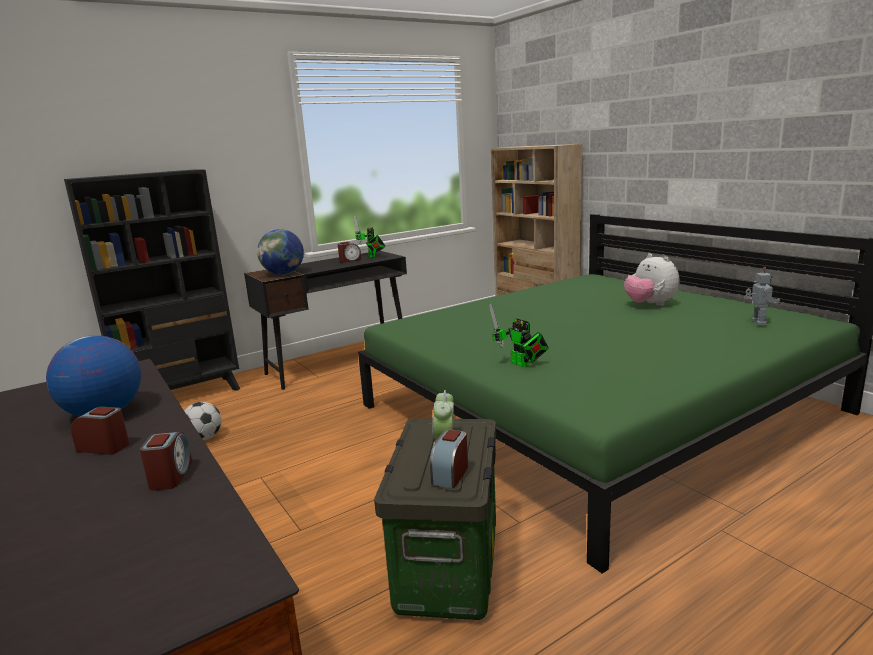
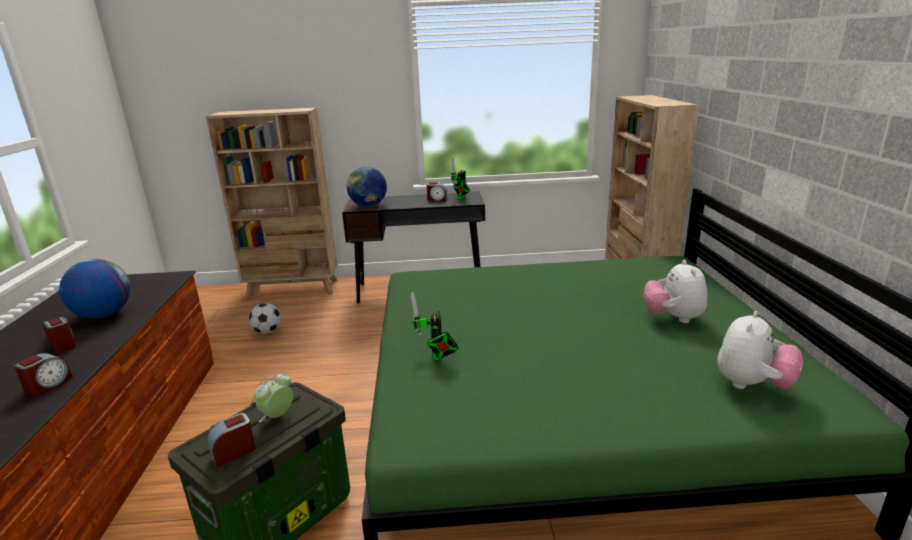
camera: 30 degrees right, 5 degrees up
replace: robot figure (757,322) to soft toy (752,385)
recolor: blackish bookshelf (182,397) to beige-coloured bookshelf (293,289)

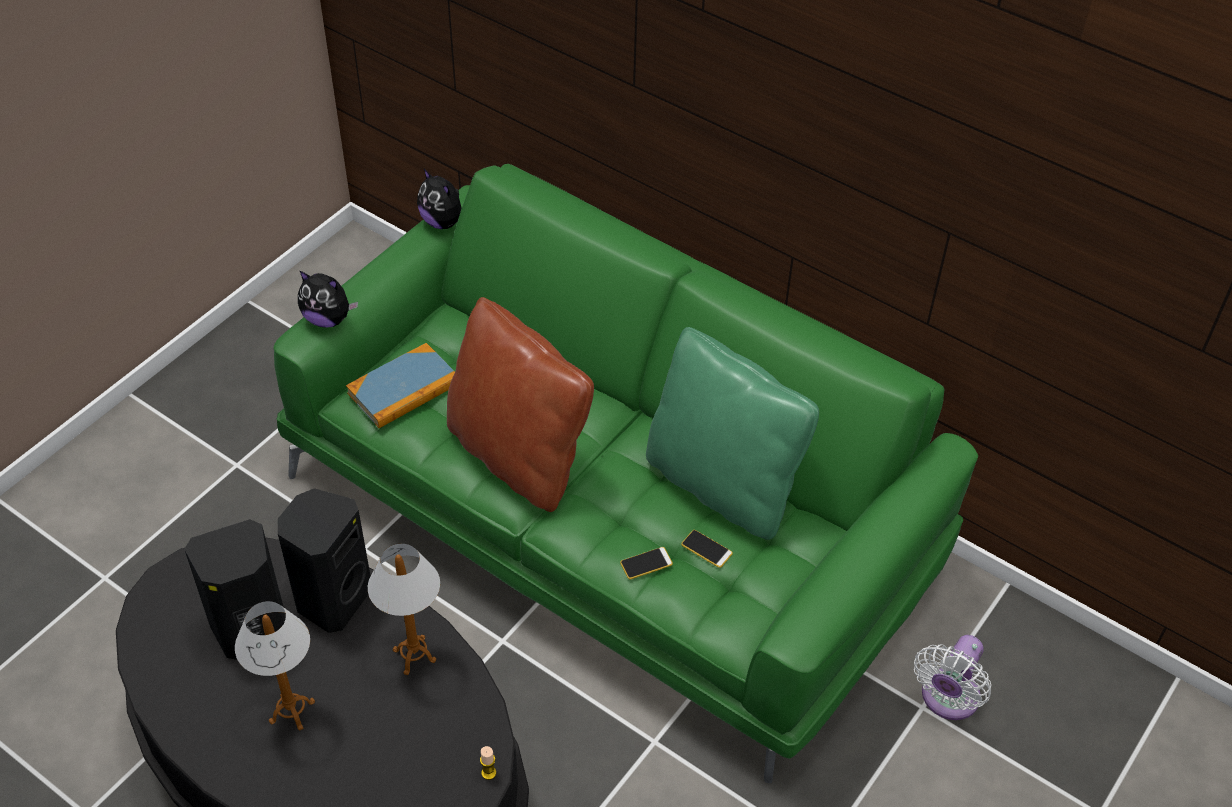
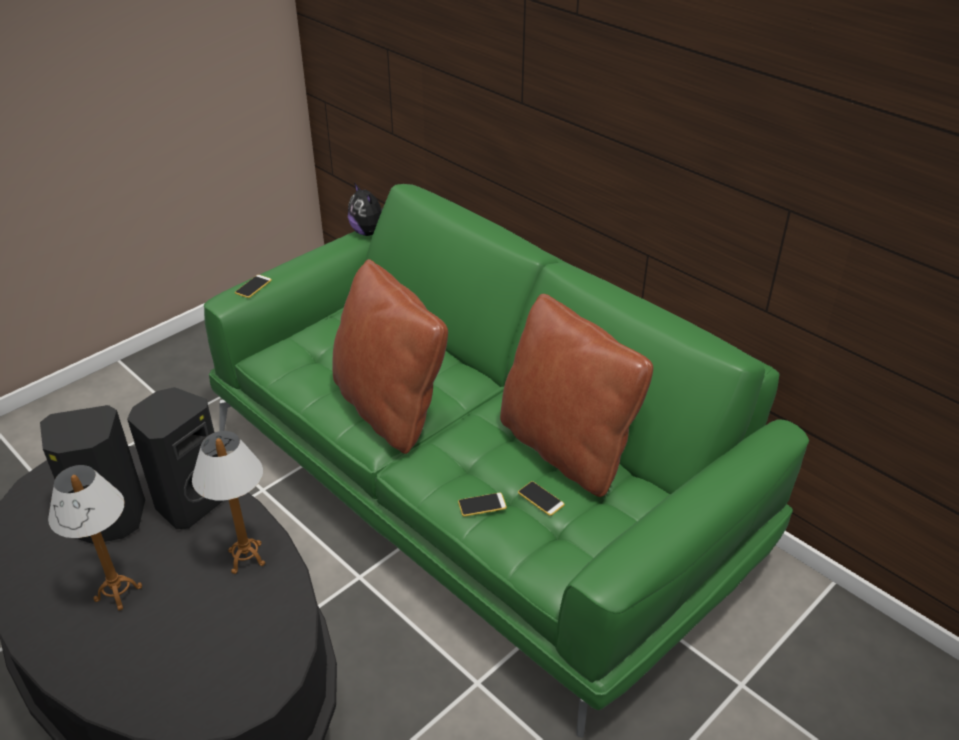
camera: 10 degrees right, 10 degrees down
delete: book (404,389); white electric fan (947,699); candle (488,773)
replace: soft toy (328,319) to phone (253,286)
recolor: greenish pillow (722,484) to brown-coloured pillow (566,448)

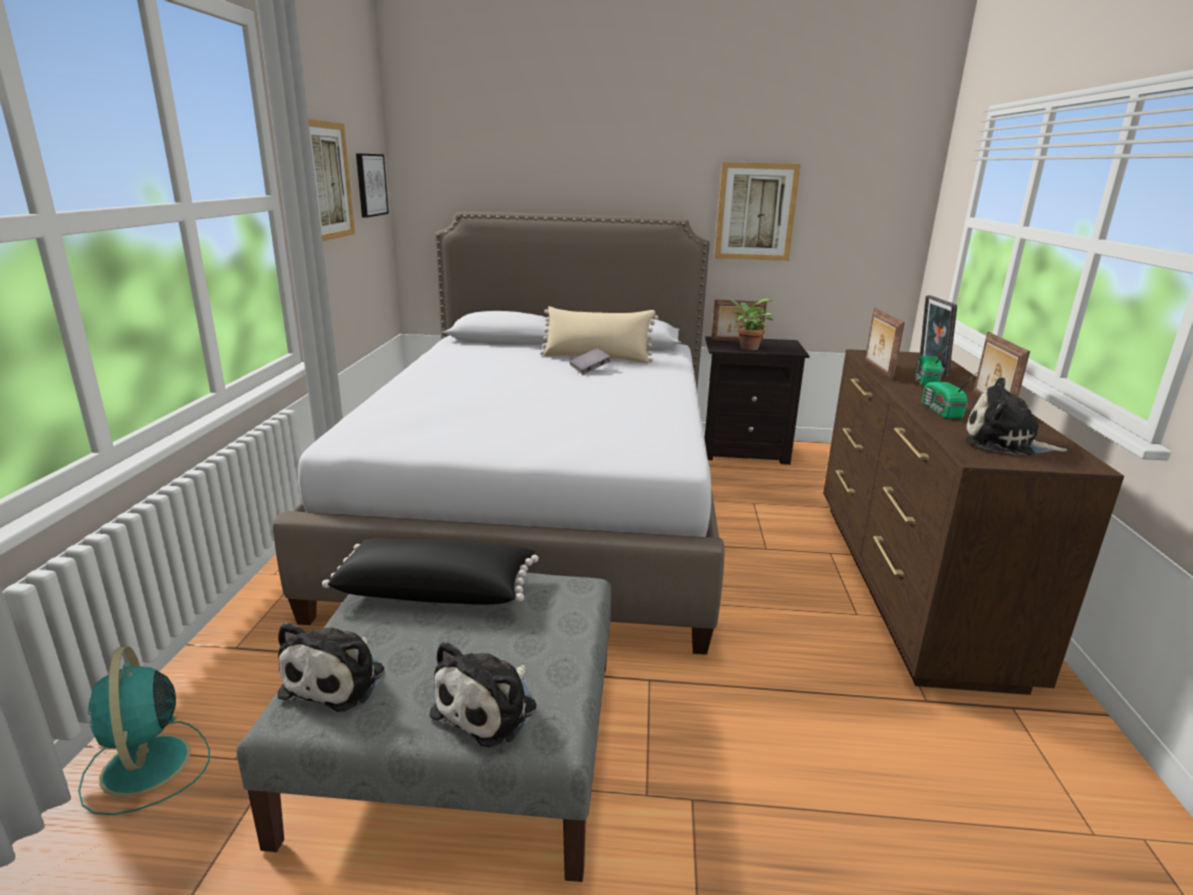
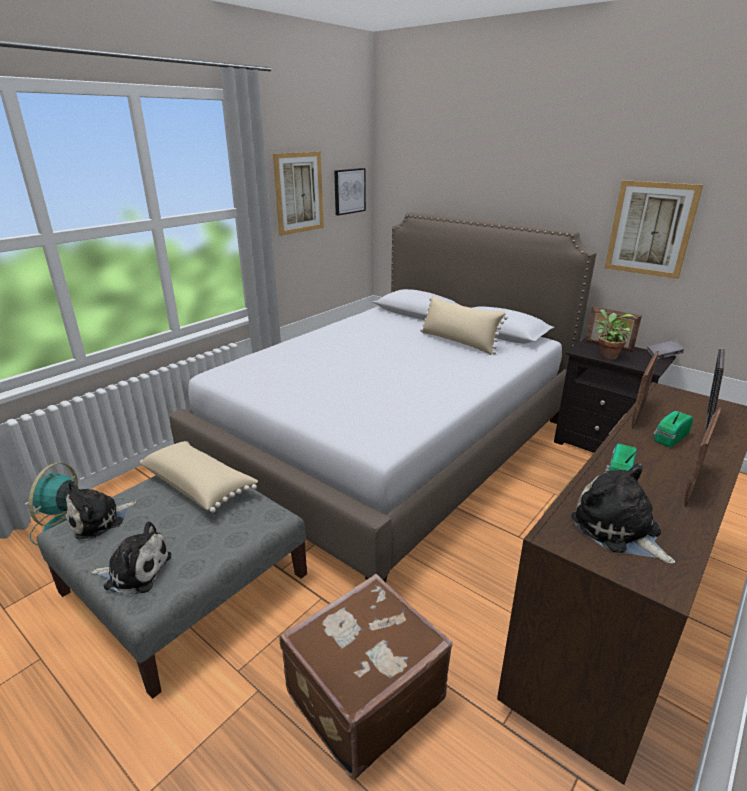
camera: 35 degrees right, 5 degrees up
insert: brown-coloured piece of luggage (362,695)
move: gray book (589,370) to (663,356)
recolor: blackish pillow (436,590) to beige-coloured pillow (200,486)
rotate: soft toy (490,708) = (135,571) 150 degrees counterclockwise

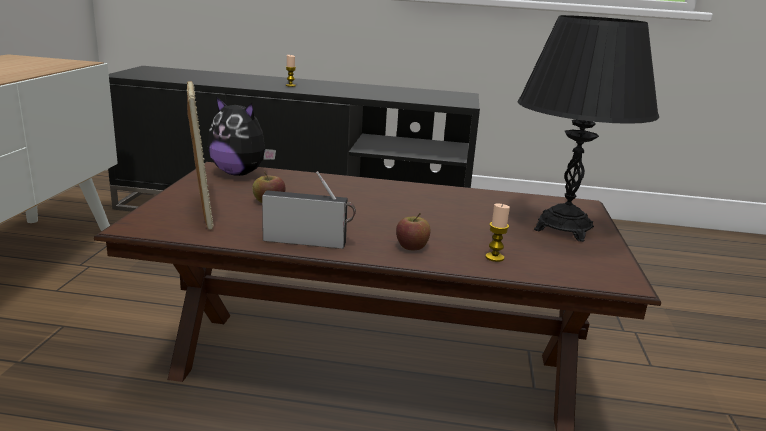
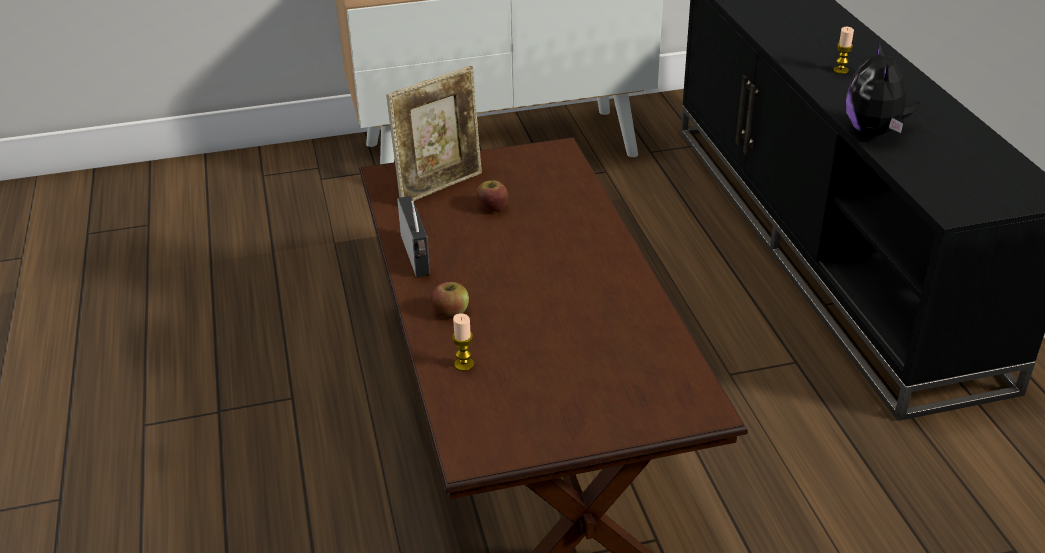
camera: 70 degrees right, 15 degrees up
delete: blackish table lamp (564,228)
move: soft toy (240,173) to (874,132)

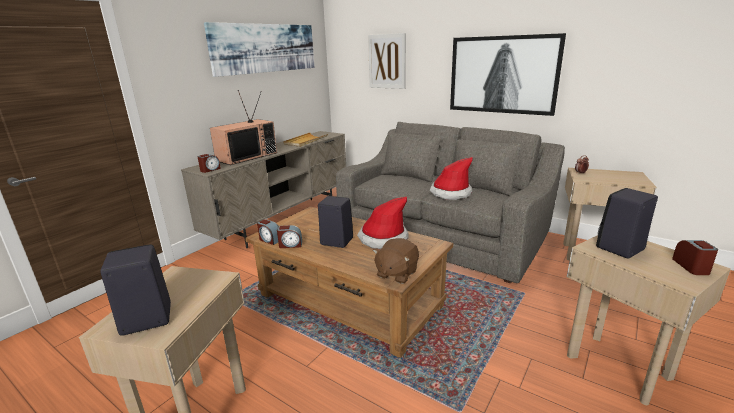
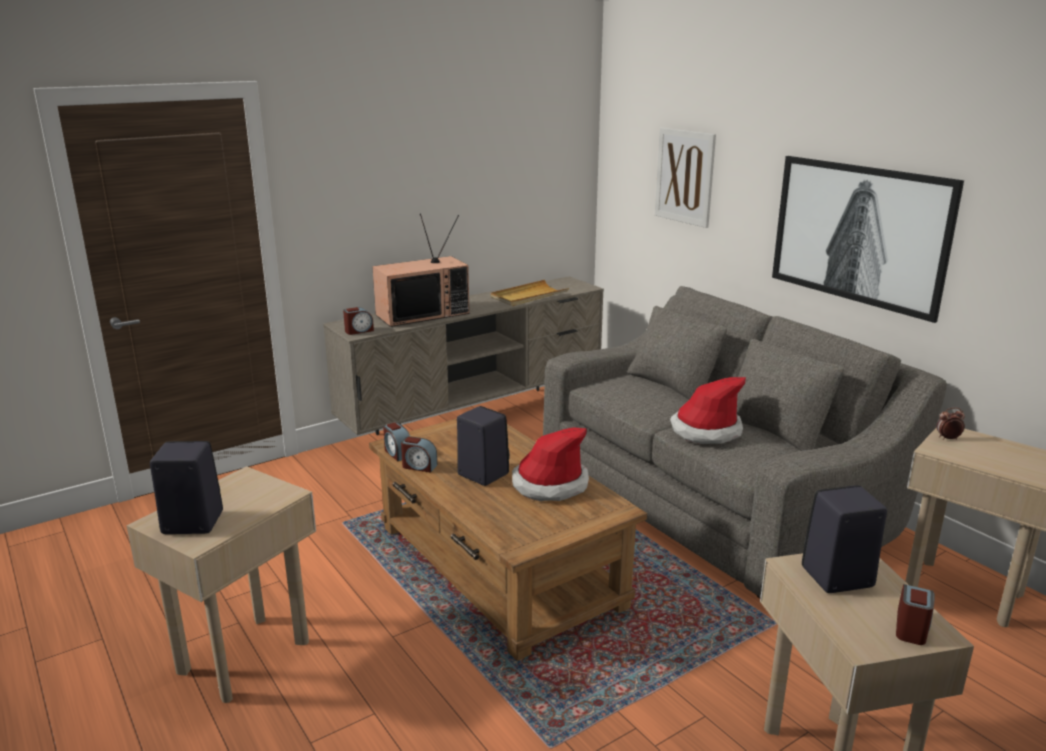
camera: 20 degrees right, 0 degrees up
delete: wall art (266,48); brown-coloured soft toy (396,273)

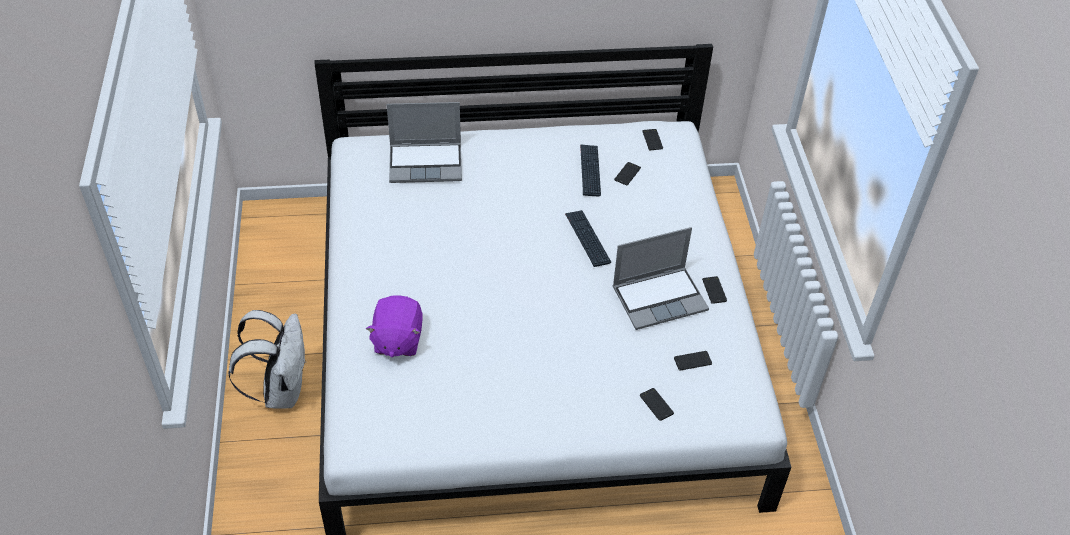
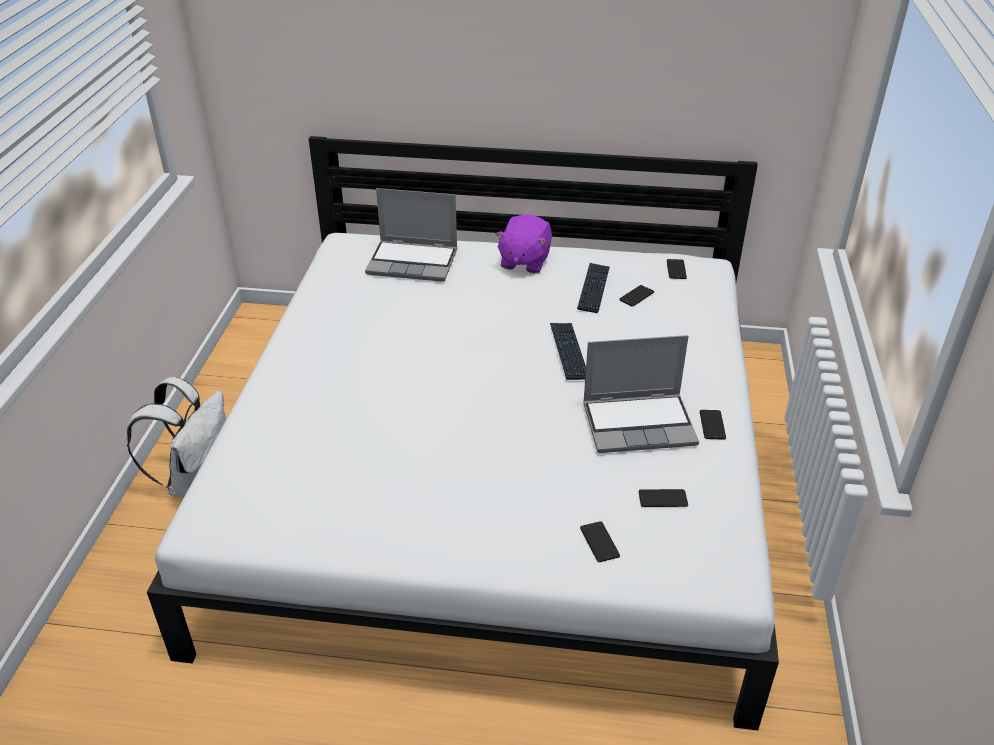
camera: 15 degrees right, 10 degrees down
move: purple-coloured soft toy (397,340) to (524,261)

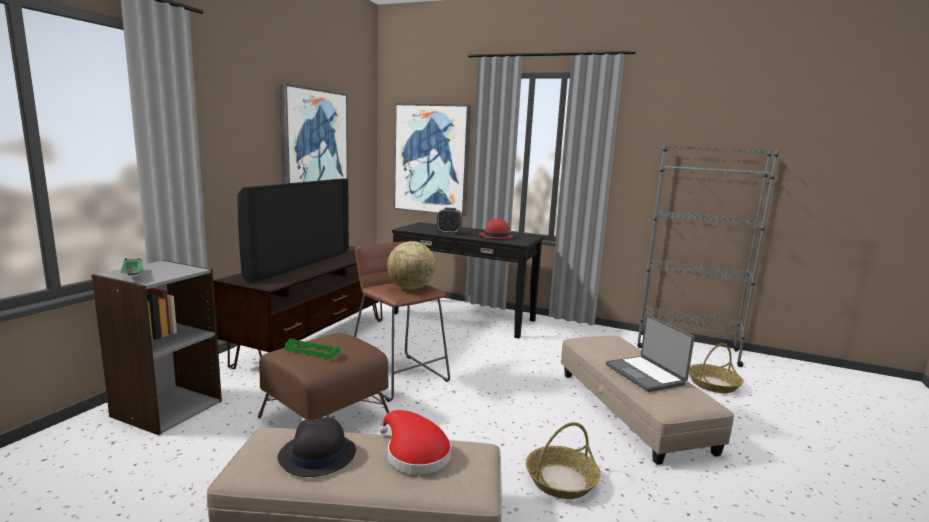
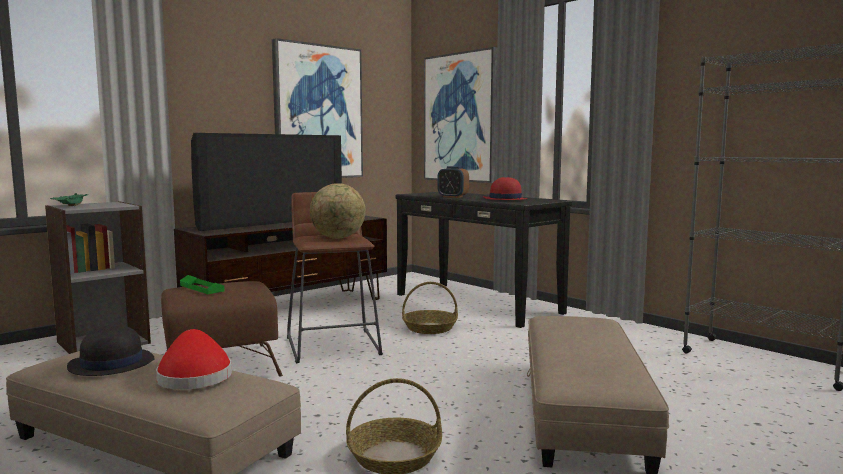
camera: 25 degrees right, 5 degrees down
delete: notebook computer (646,374)
move: household basket (713,384) to (430,328)

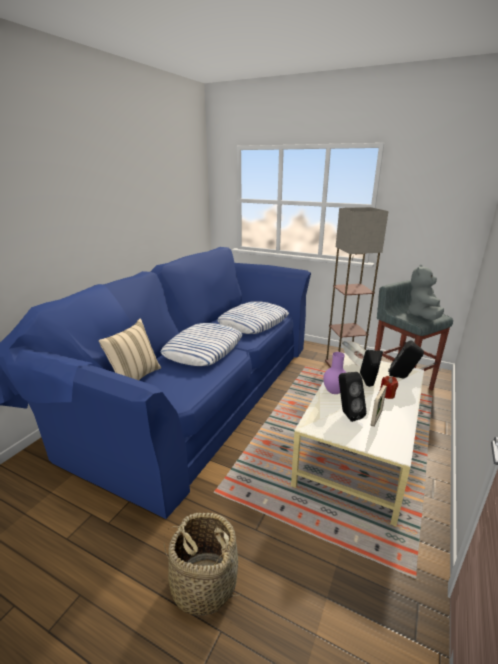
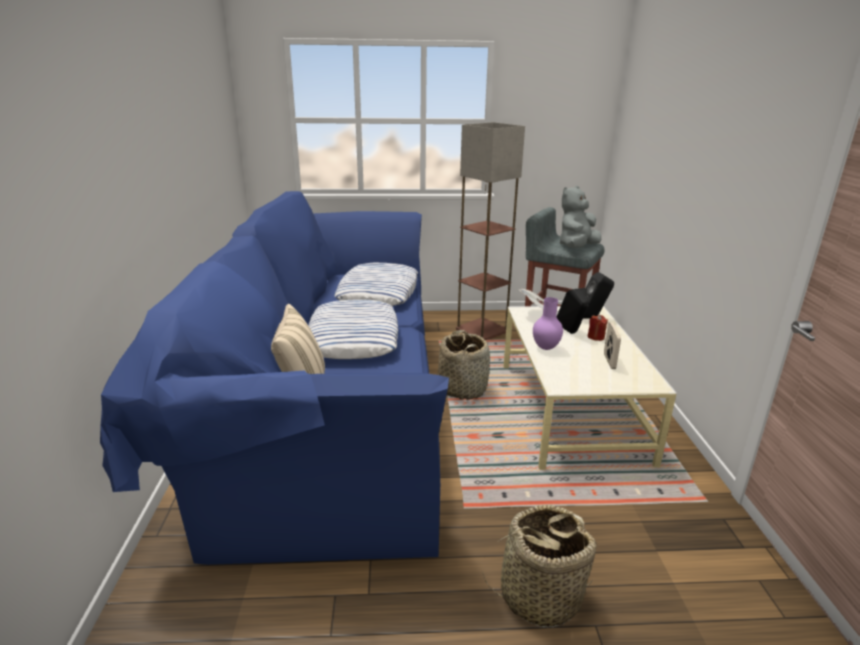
camera: 30 degrees left, 0 degrees up
delete: blackish speaker (347,414)
insert: household basket (462,388)
rotate: gray soft toy (423,316) = (577,247) 45 degrees clockwise

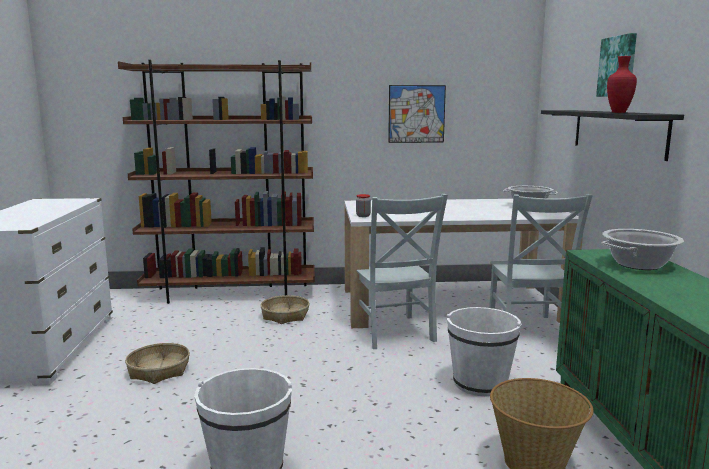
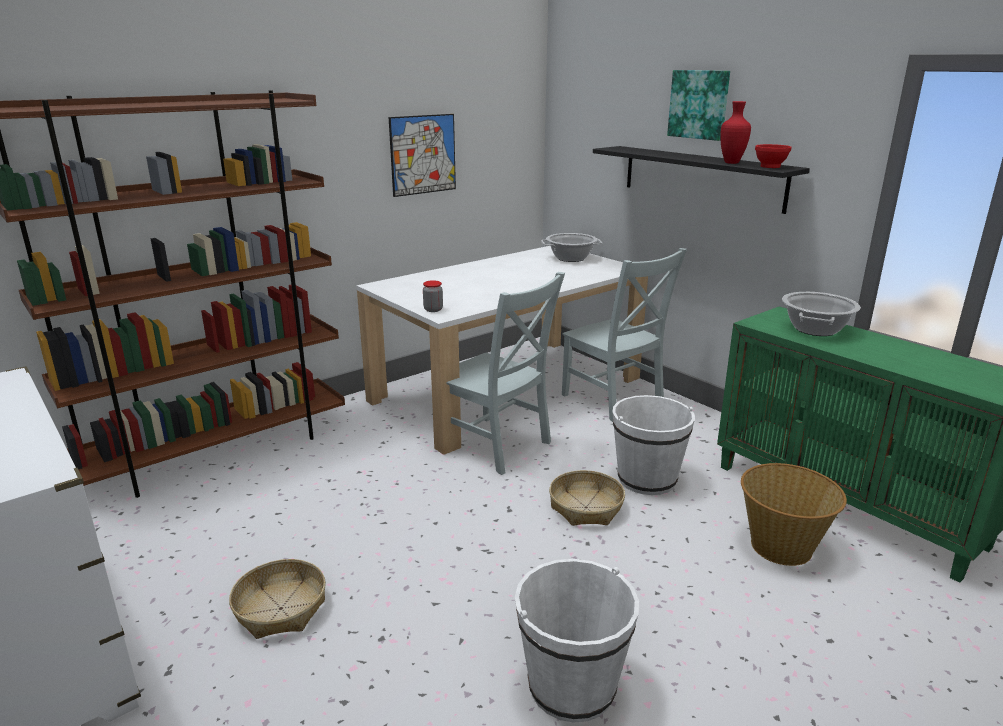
camera: 35 degrees left, 10 degrees up
insert: reddish deep dish (770,166)
move: household basket (285,316) to (585,507)

